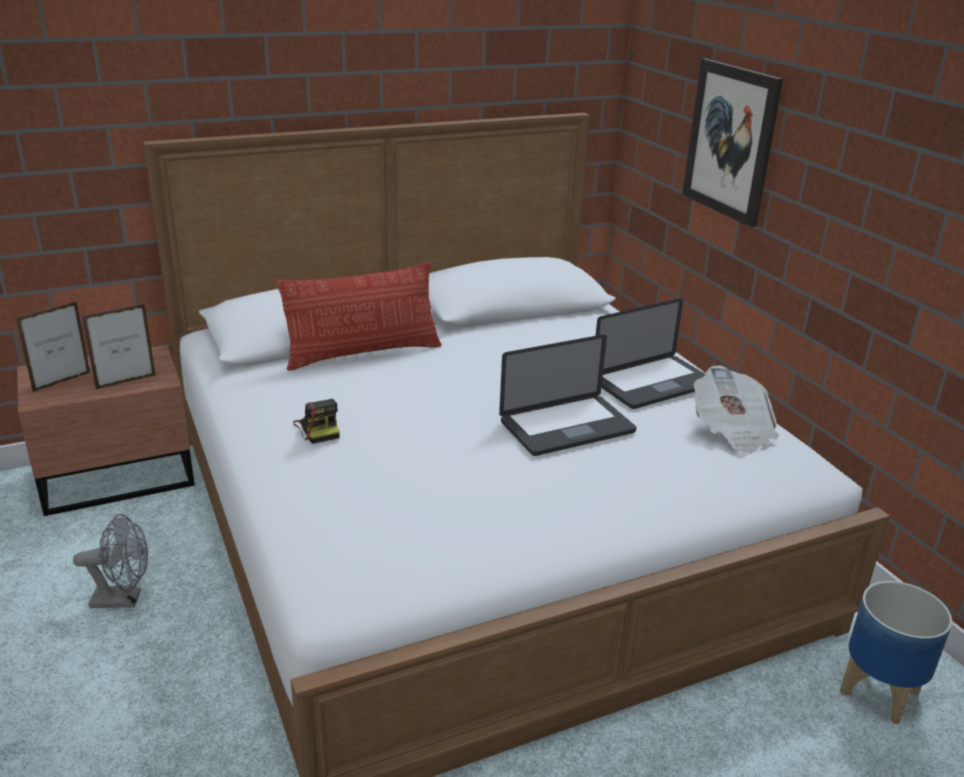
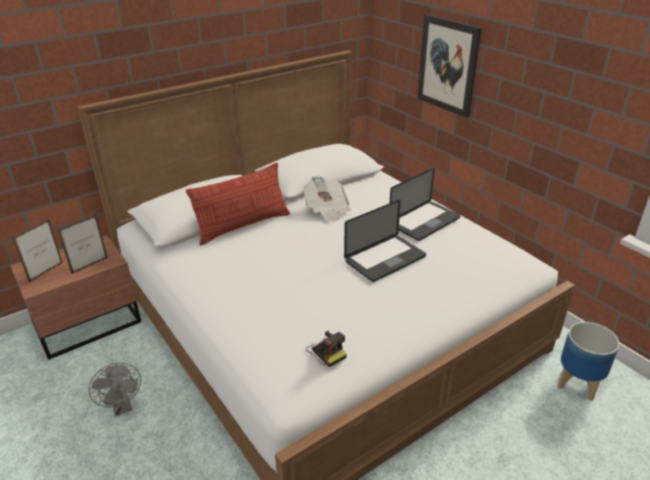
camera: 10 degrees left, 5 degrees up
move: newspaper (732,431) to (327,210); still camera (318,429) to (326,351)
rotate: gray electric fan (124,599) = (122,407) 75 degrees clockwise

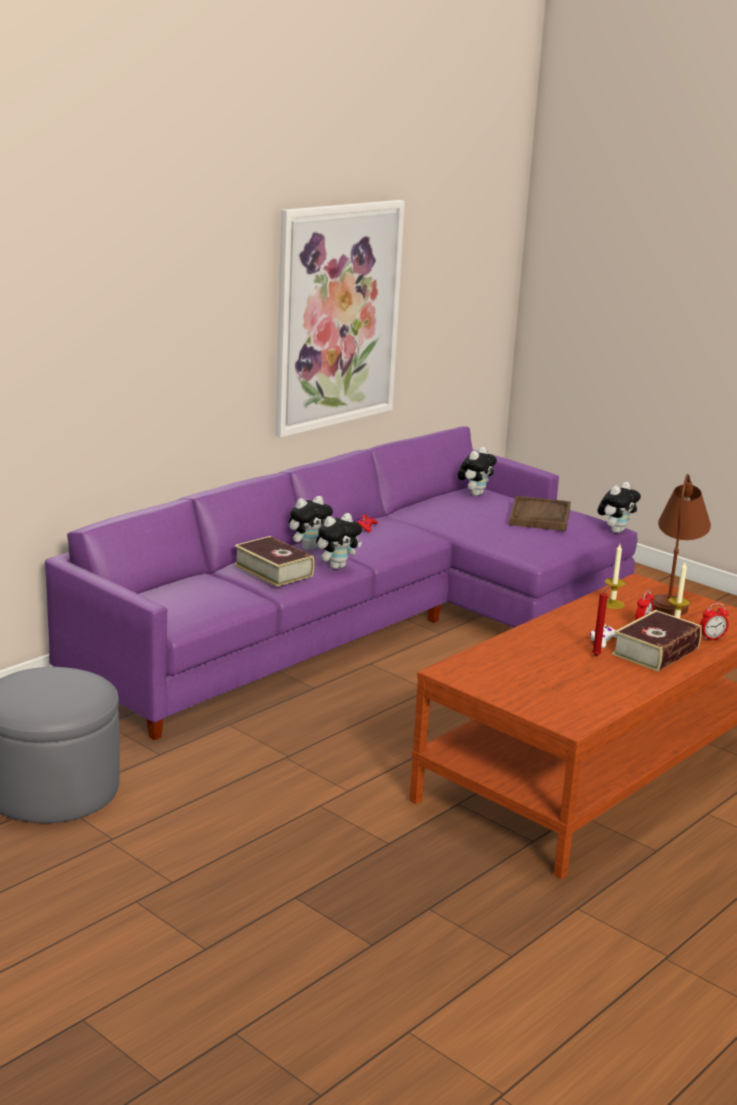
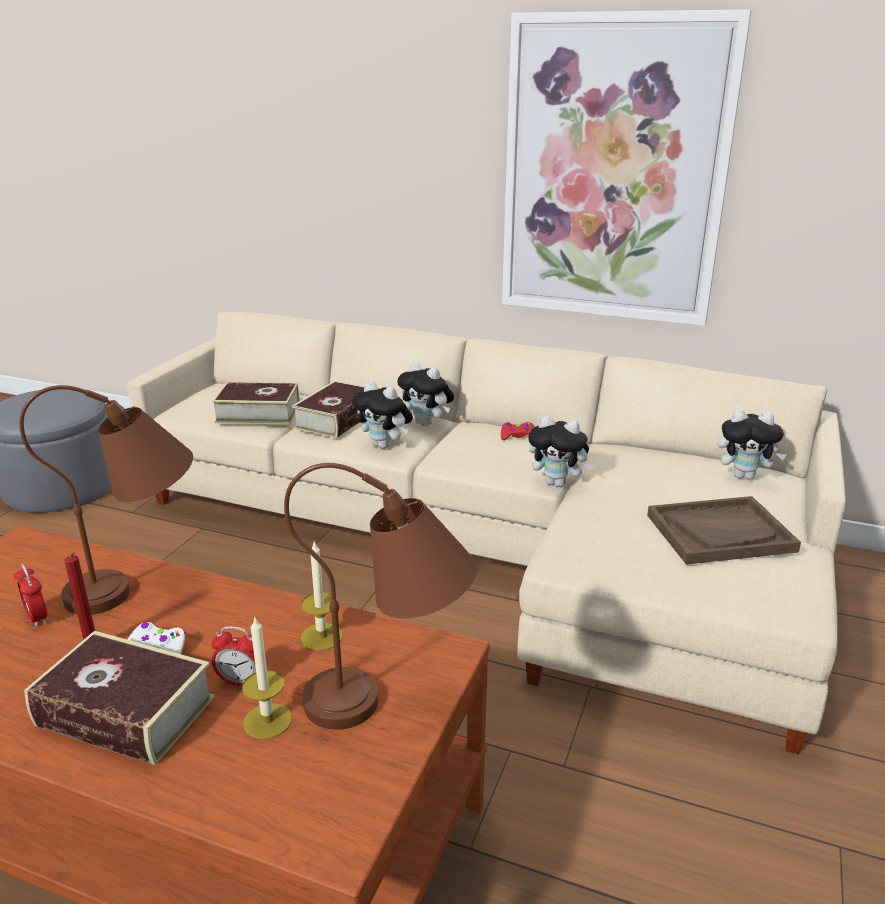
camera: 70 degrees right, 5 degrees up
insert: book (258,413); brown-coloured table lamp (142,584)
move: soft toy (615,531) to (558,483); table clock (711,638) to (37,618)
recolor: purple-coloured sofa (364,623) to beige-coloured sofa (492,544)

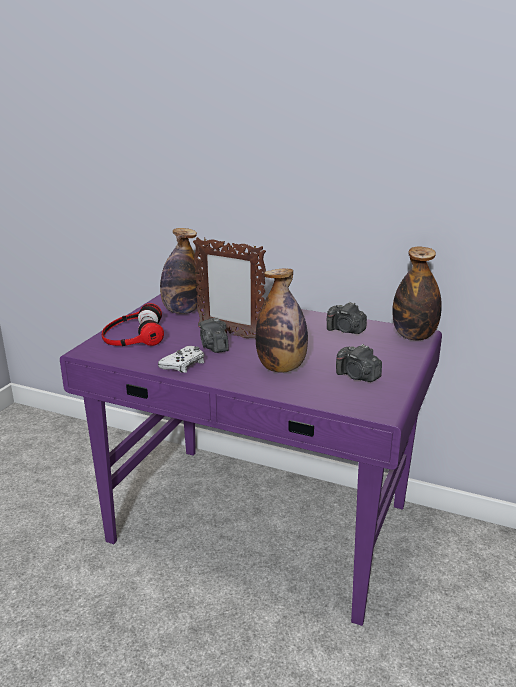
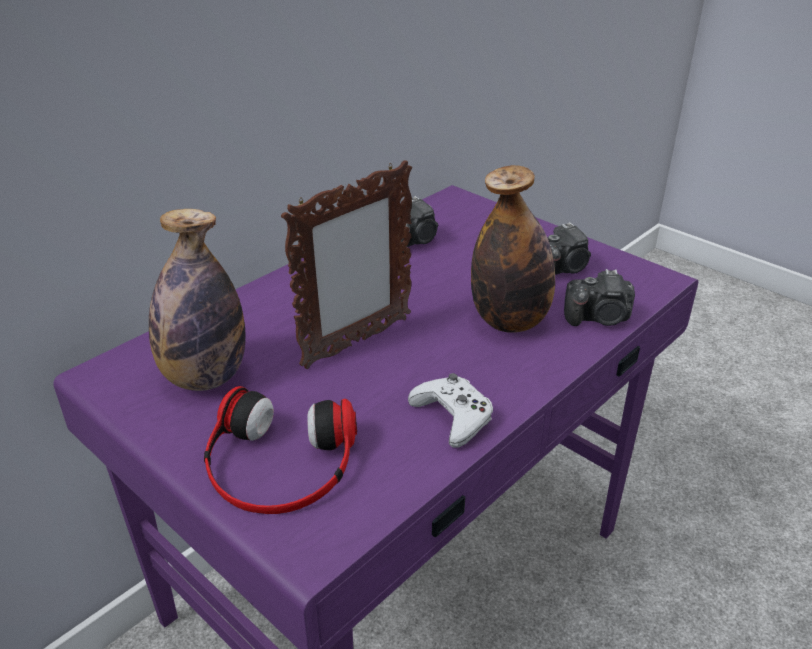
camera: 70 degrees left, 10 degrees up
delete: drink bottle (414,336)
move: still camera (213,346) to (599,318)

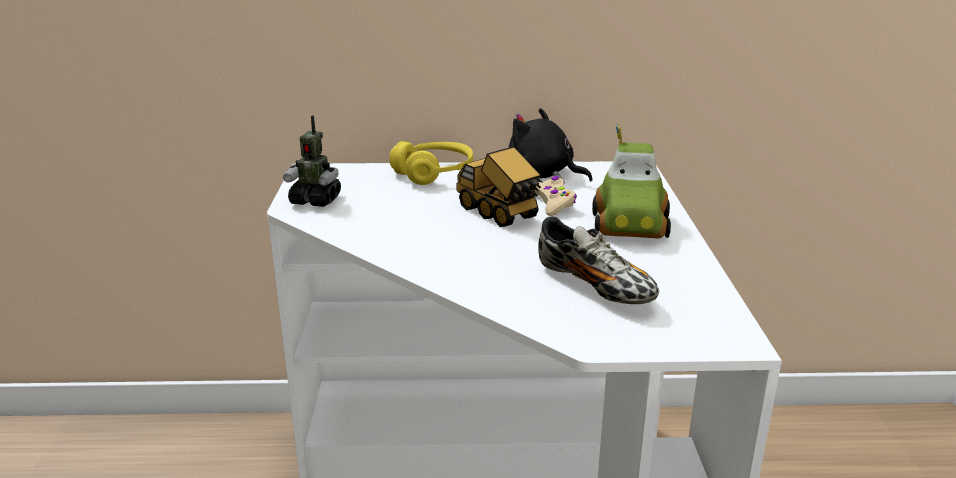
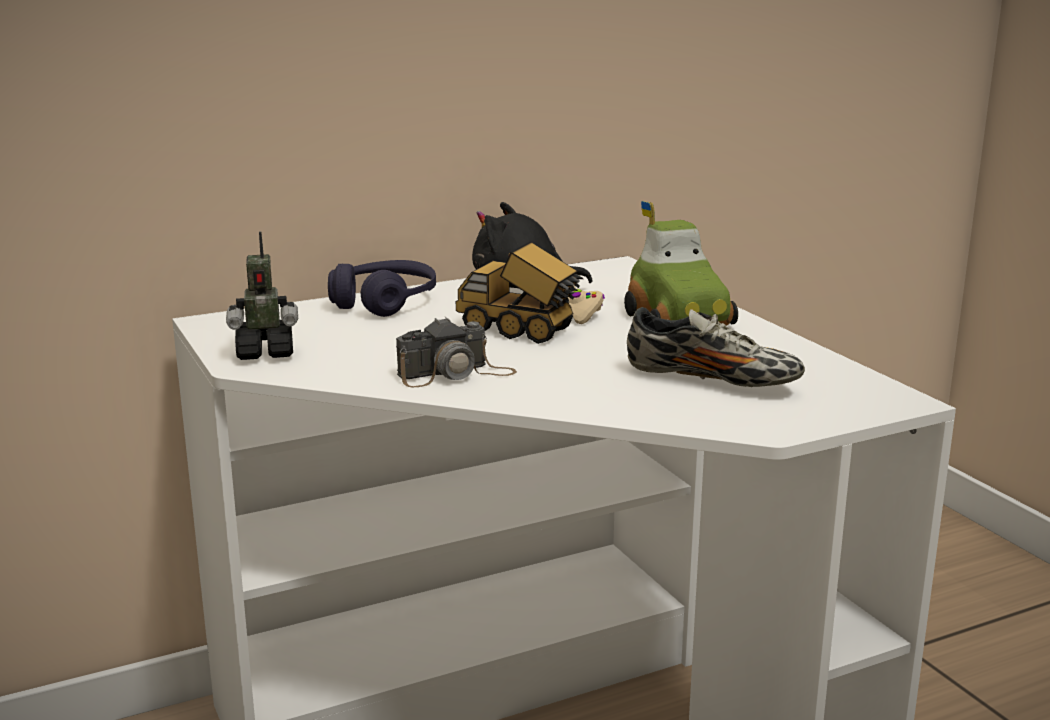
camera: 25 degrees left, 5 degrees down
insert: still camera (456,374)
recolor: yellow headphones (433,173) to purple-coloured headphones (384,302)

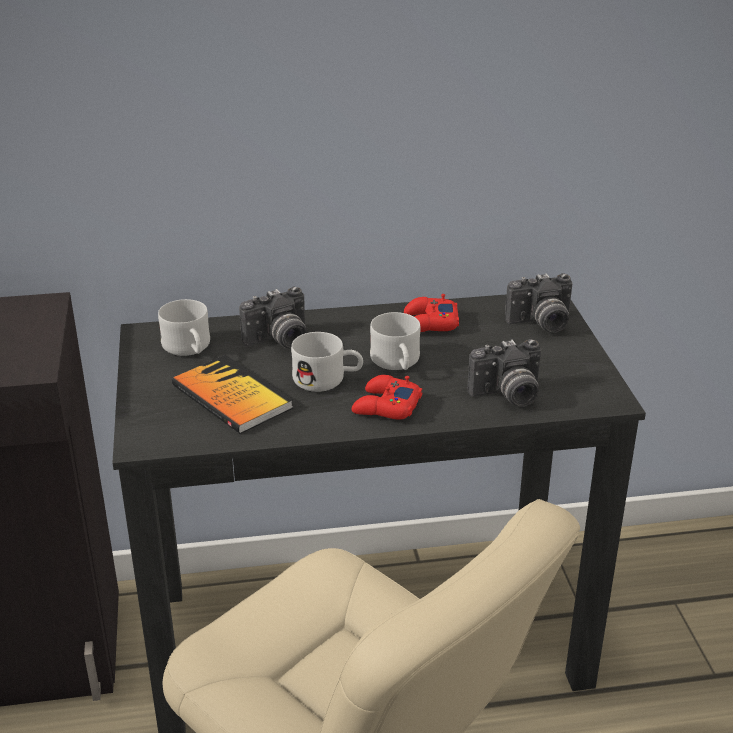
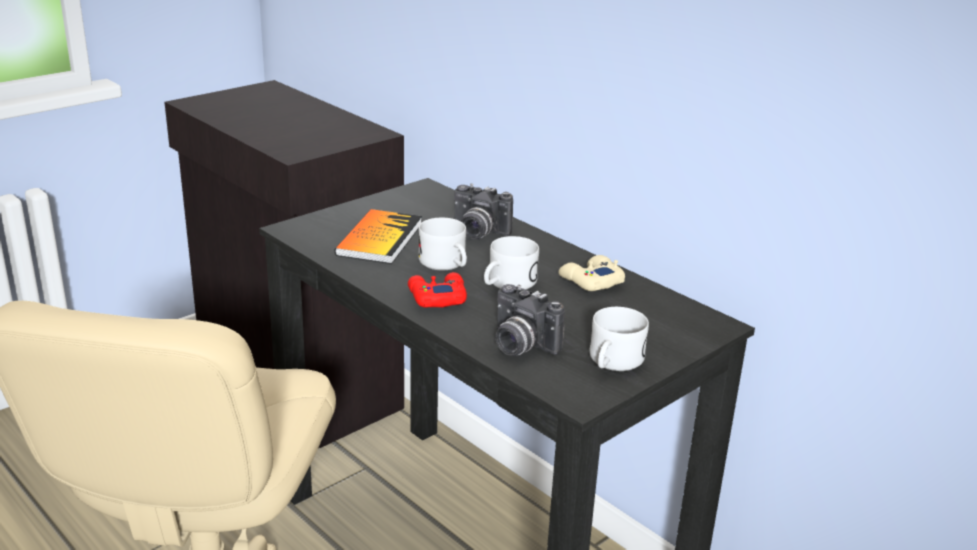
camera: 55 degrees right, 5 degrees down
delete: still camera (541,324)
move: white mug (189,349) to (612,363)
recolor: reddish gamepad (429,323) to beige-coloured gamepad (590,280)

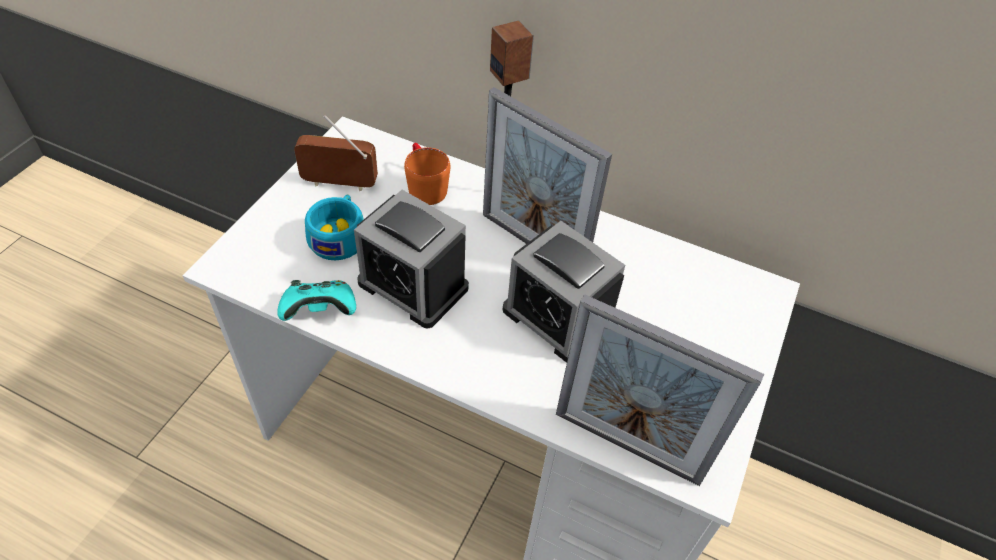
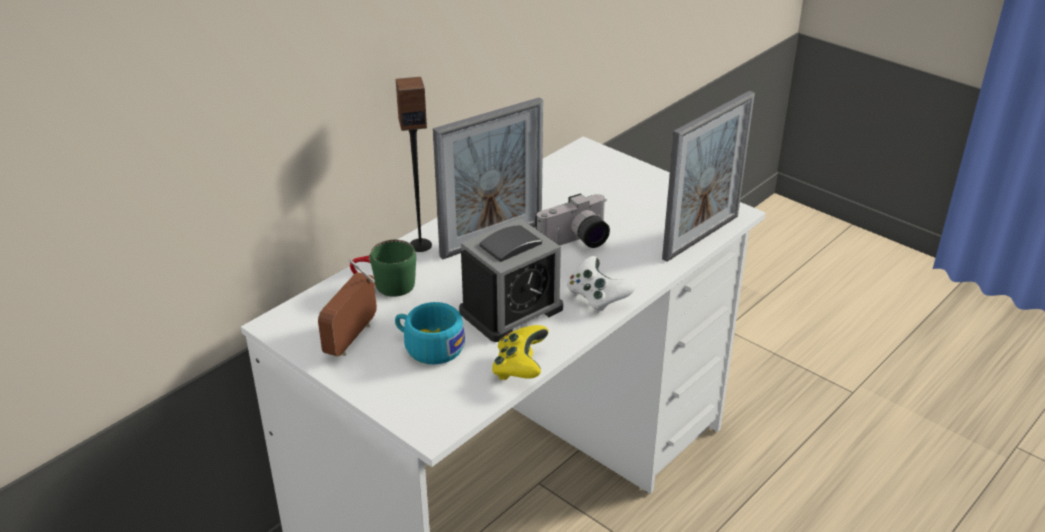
camera: 70 degrees left, 15 degrees down
insert: white gamepad (597,298)
replace: table clock (558,318) to still camera (576,243)
recolor: orange-coloured mug (424,185) to greenish mug (385,286); turquoise gamepad (320,311) to yellow gamepad (520,367)

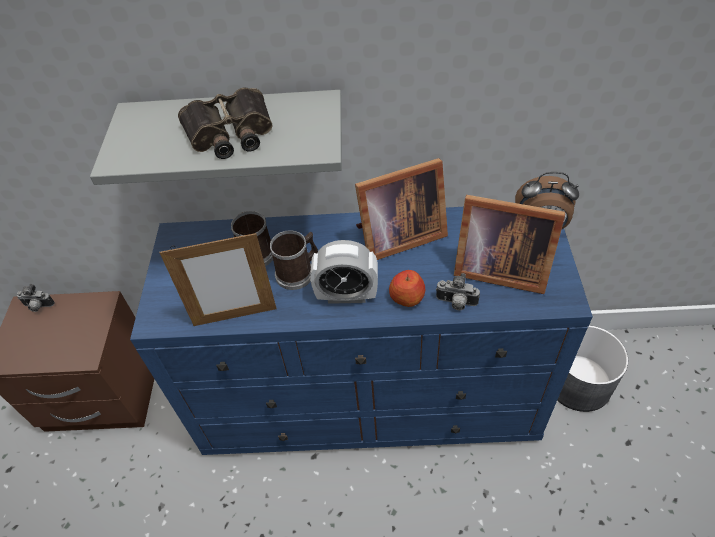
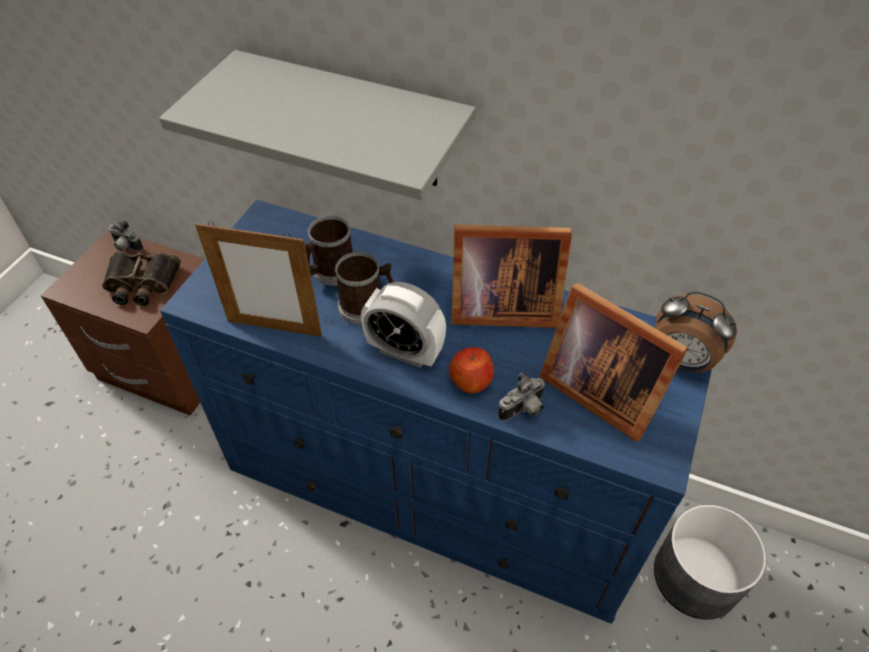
camera: 20 degrees right, 0 degrees up
move: pair of binoculars (230,133) to (141,284)
rotate: still camera (456,303) = (523,410) 75 degrees counterclockwise

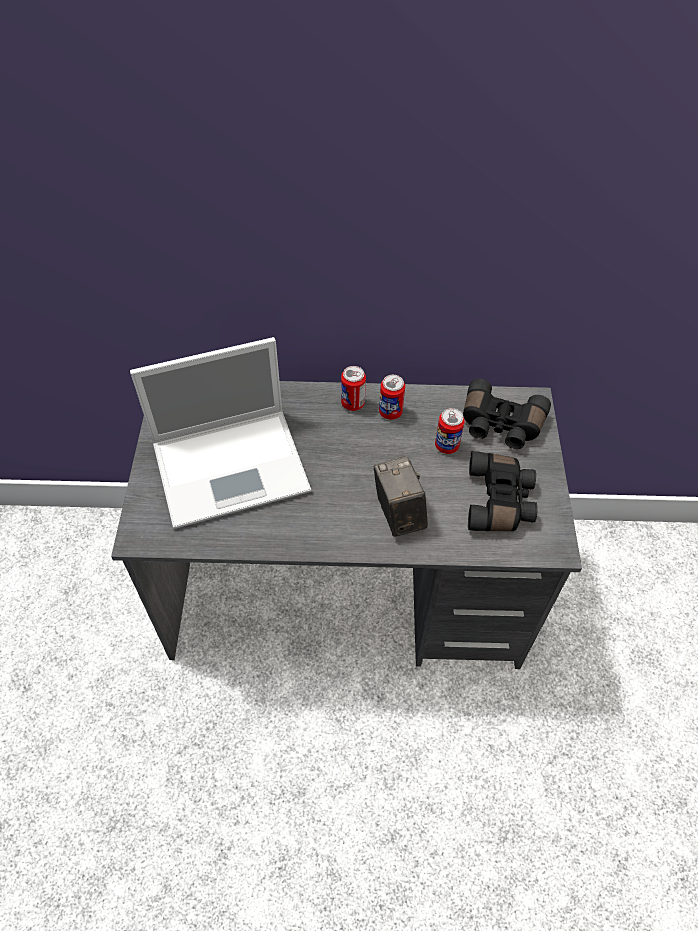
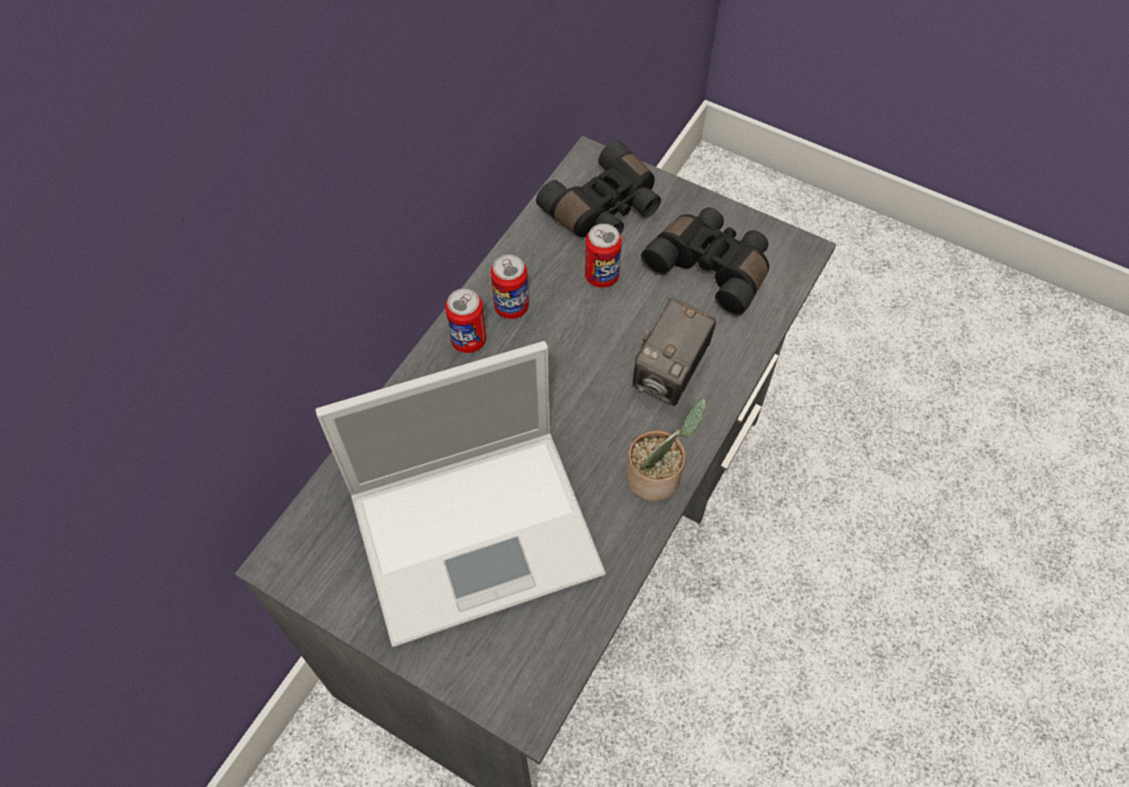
camera: 60 degrees left, 5 degrees up
insert: plant in a pot (657,477)
rotate: notebook computer (233,465) = (479,530) 60 degrees clockwise; still camera (398,513) = (669,375) 75 degrees counterclockwise

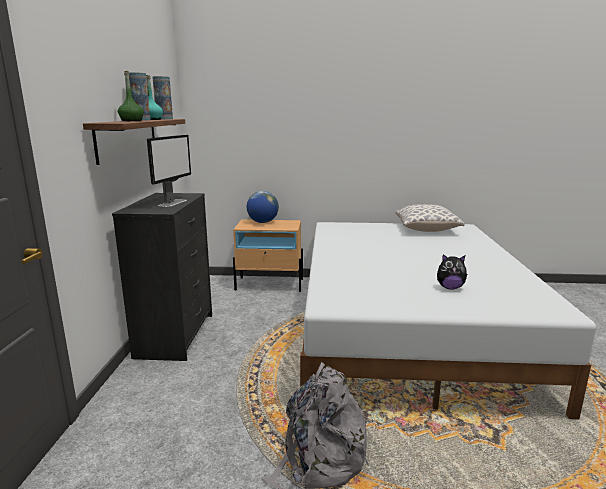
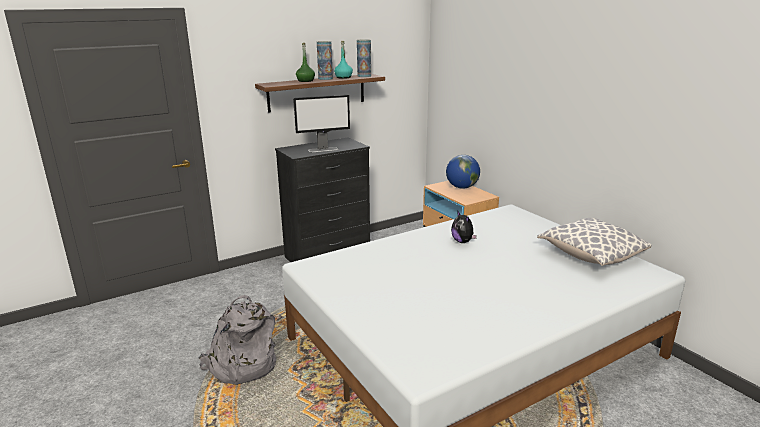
camera: 55 degrees right, 5 degrees up
move: soft toy (450,287) to (463,241)

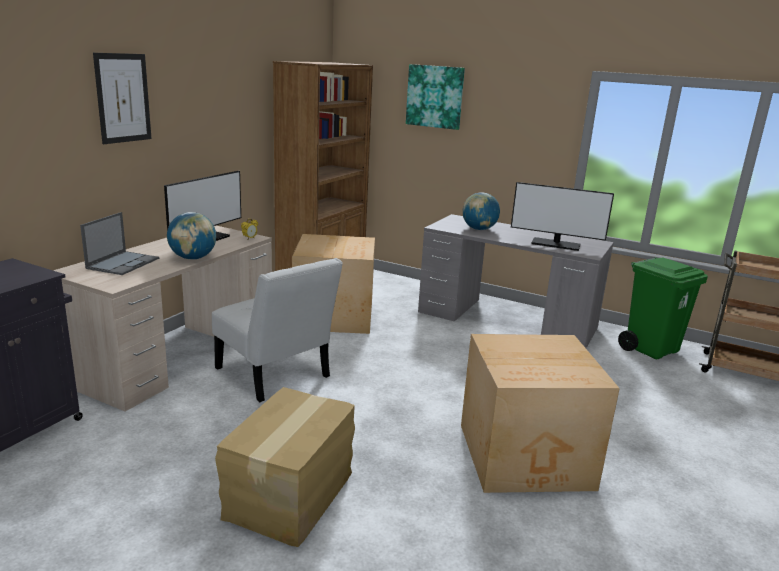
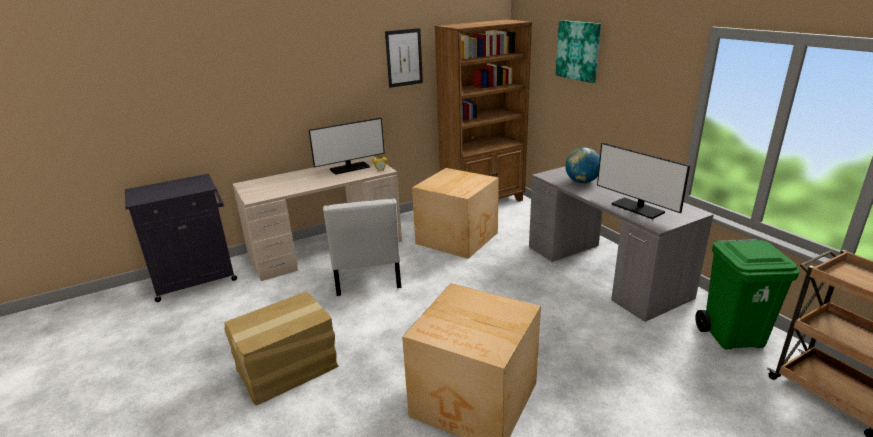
camera: 35 degrees right, 5 degrees up
delete: notebook computer (123,263); globe (193,258)
move: wall art (123,98) to (404,58)

